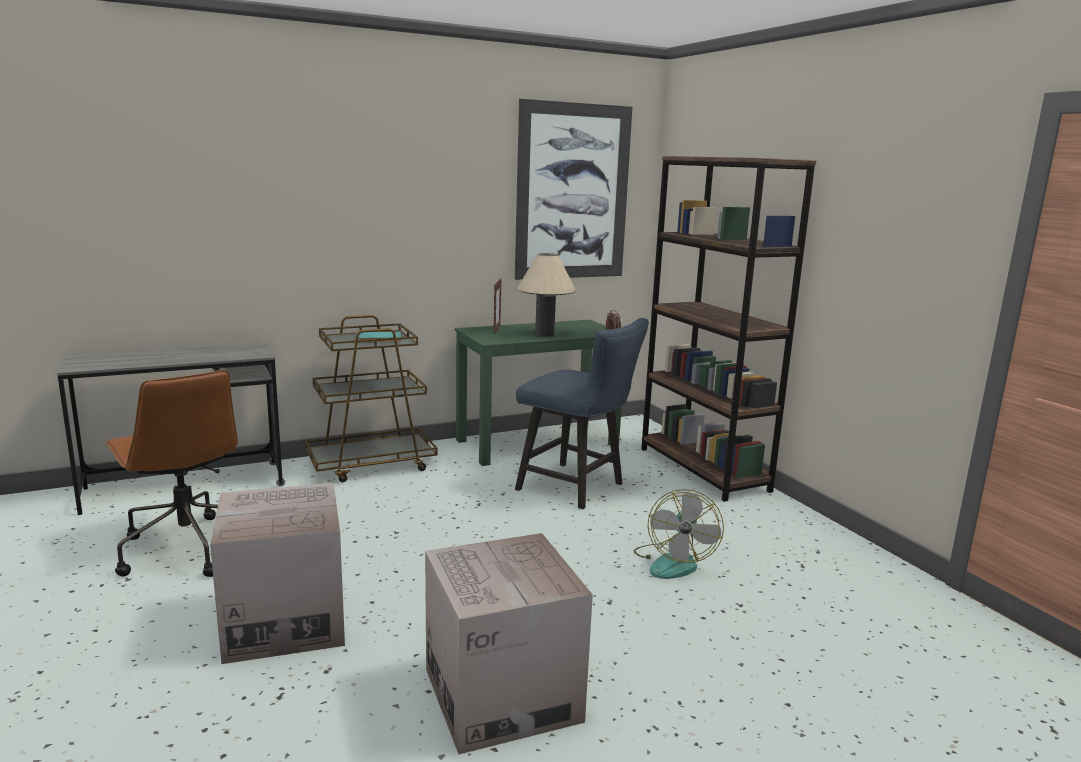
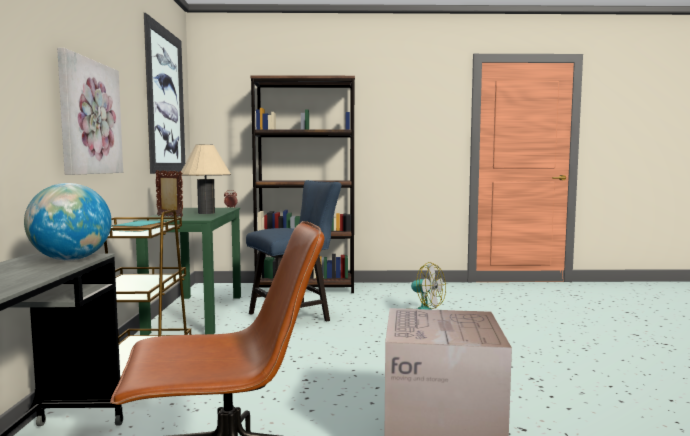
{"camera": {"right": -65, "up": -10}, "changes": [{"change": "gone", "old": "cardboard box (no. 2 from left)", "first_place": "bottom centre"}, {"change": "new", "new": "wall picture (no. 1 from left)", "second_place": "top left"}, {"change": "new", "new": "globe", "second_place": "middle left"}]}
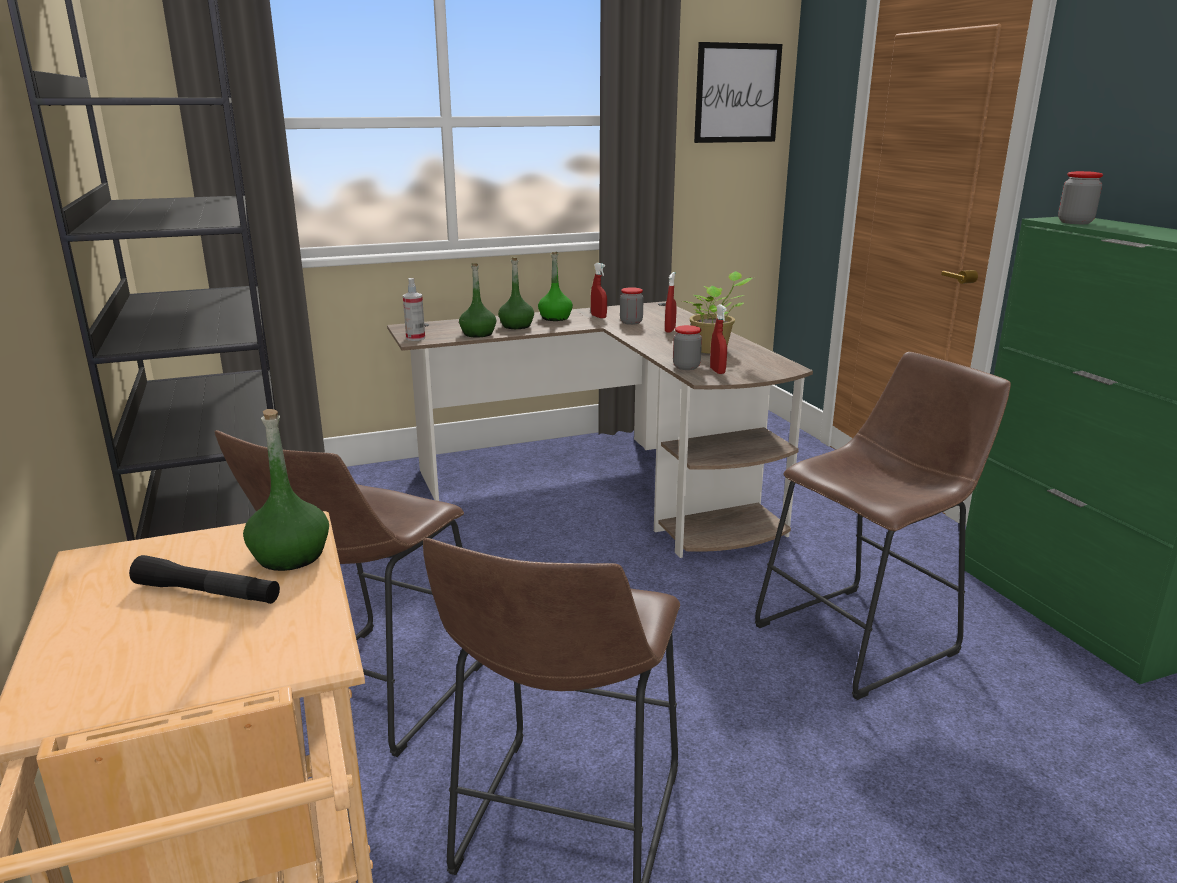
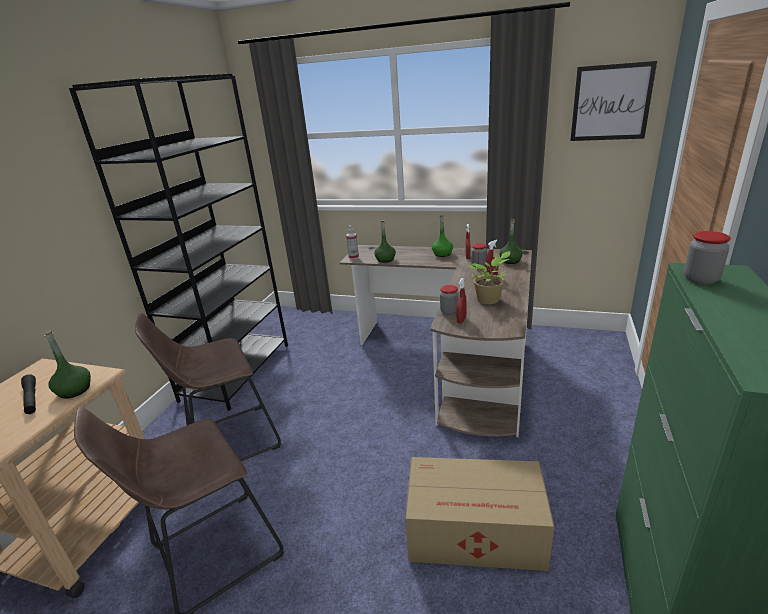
{"camera": {"right": 40, "up": 5}, "changes": [{"change": "shifted", "old": "green-coloured bottle (no. 3 from left in the first image)", "new": "green-coloured bottle (no. 4 from left)", "first_place": "top centre", "second_place": "centre"}, {"change": "swapped", "old": "brownish stool seat (no. 3 from left)", "new": "cardboard box", "first_place": "middle right", "second_place": "bottom centre"}]}
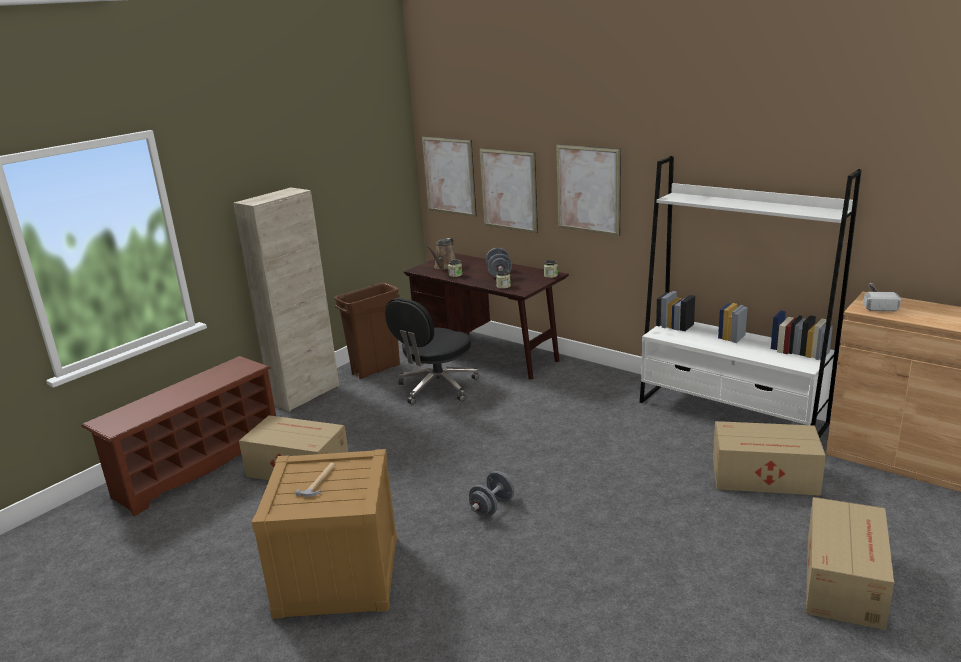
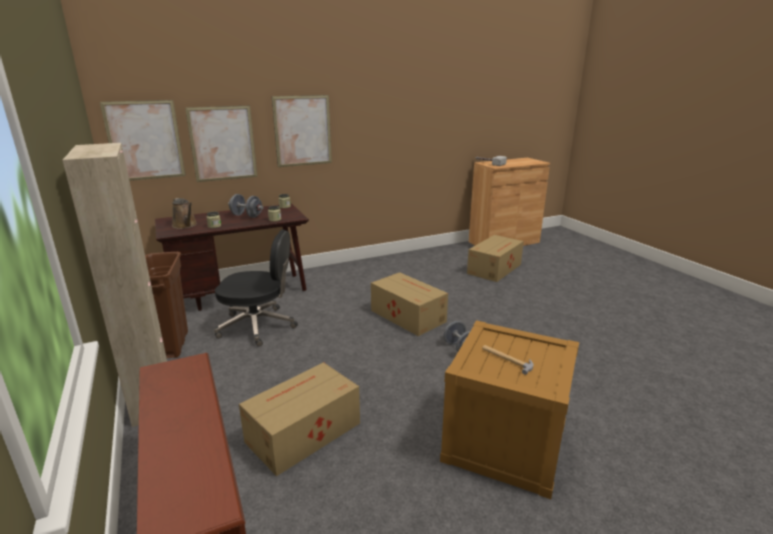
{"camera": {"right": -65, "up": 0}, "changes": [{"change": "gone", "old": "white-coloured shelving unit", "first_place": "middle right"}, {"change": "rotated", "old": "blackish office chair", "first_place": "centre", "second_place": "middle left", "degrees": -60}, {"change": "shifted", "old": "cardboard box (no. 3 from left in the first image)", "new": "cardboard box (no. 2 from left)", "first_place": "bottom right", "second_place": "centre"}]}
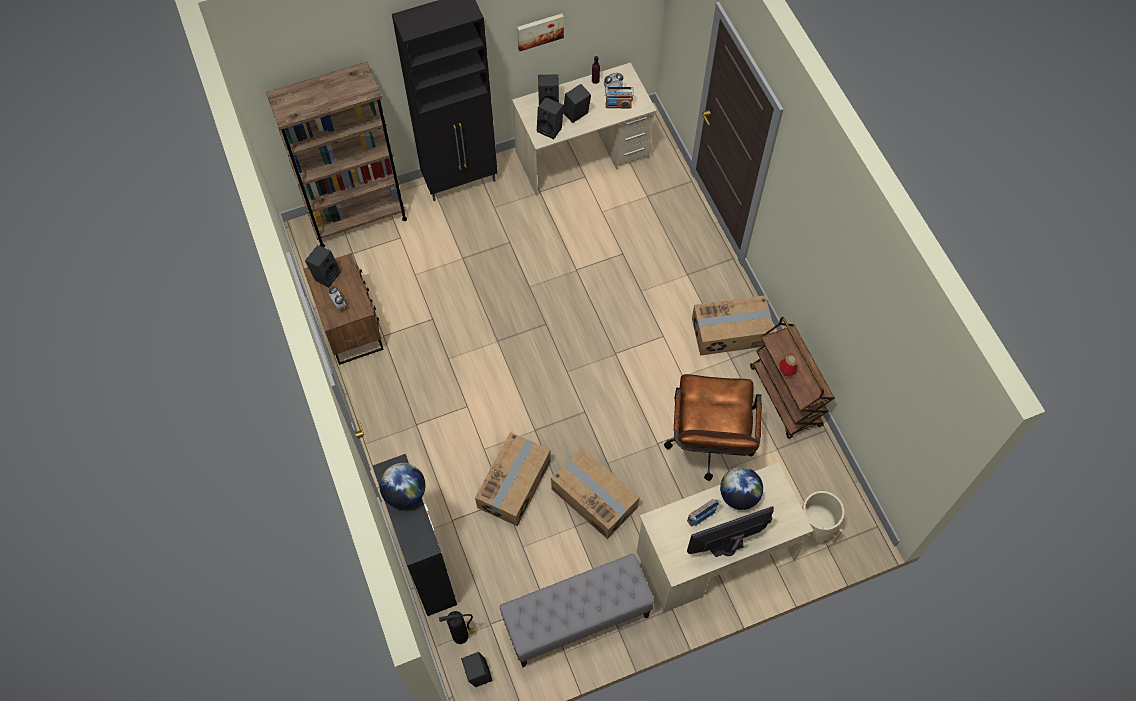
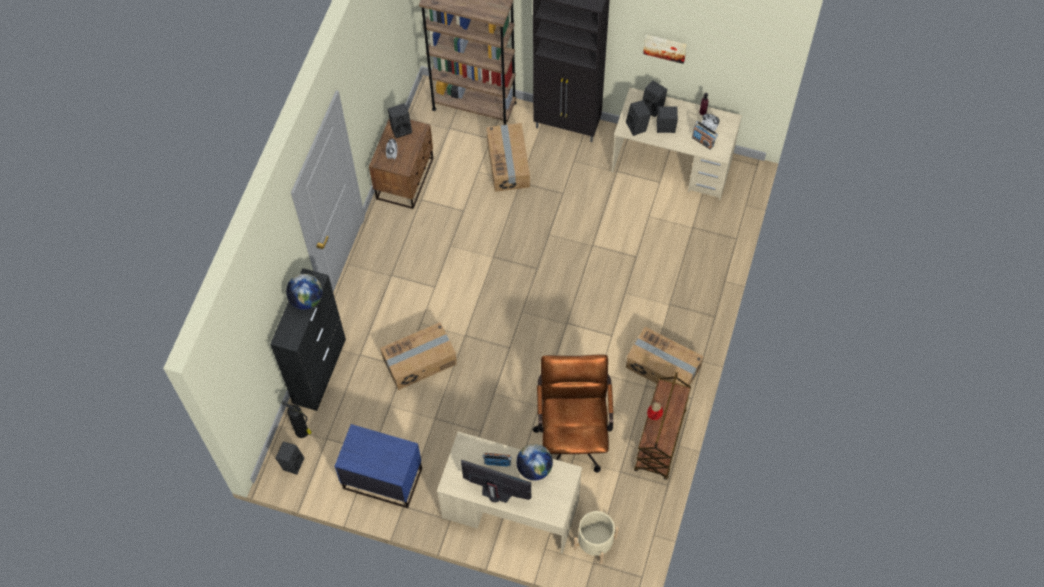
{"camera": {"right": 40, "up": 0}, "changes": [{"change": "rotated", "old": "brownish office chair", "first_place": "centre", "second_place": "bottom centre", "degrees": 135}, {"change": "shifted", "old": "cardboard box (no. 2 from left)", "first_place": "bottom centre", "second_place": "top centre"}, {"change": "swapped", "old": "grey indoor bench", "new": "blue night table", "first_place": "bottom centre", "second_place": "bottom centre"}]}
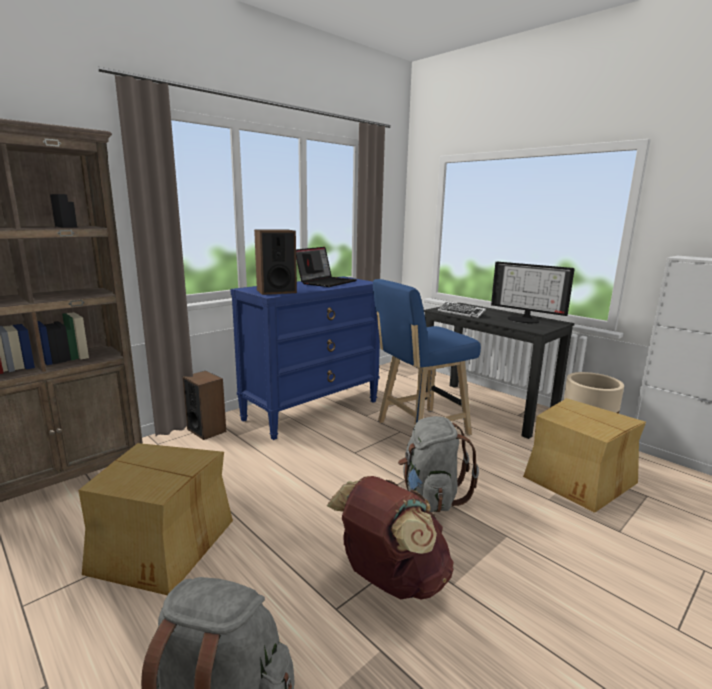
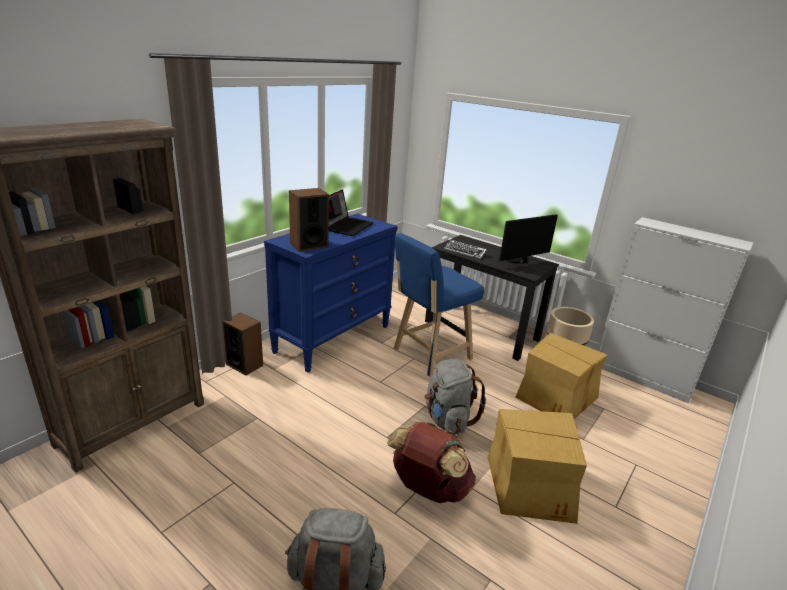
{"camera": {"right": -10, "up": 10}, "changes": [{"change": "rotated", "old": "computer screen", "first_place": "middle right", "second_place": "middle right", "degrees": 120}, {"change": "shifted", "old": "cardboard box (no. 1 from left)", "first_place": "bottom left", "second_place": "bottom right"}]}
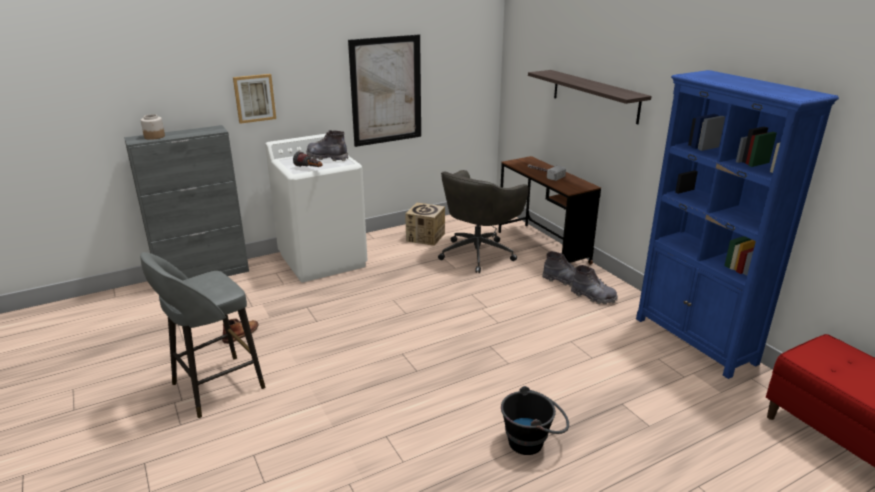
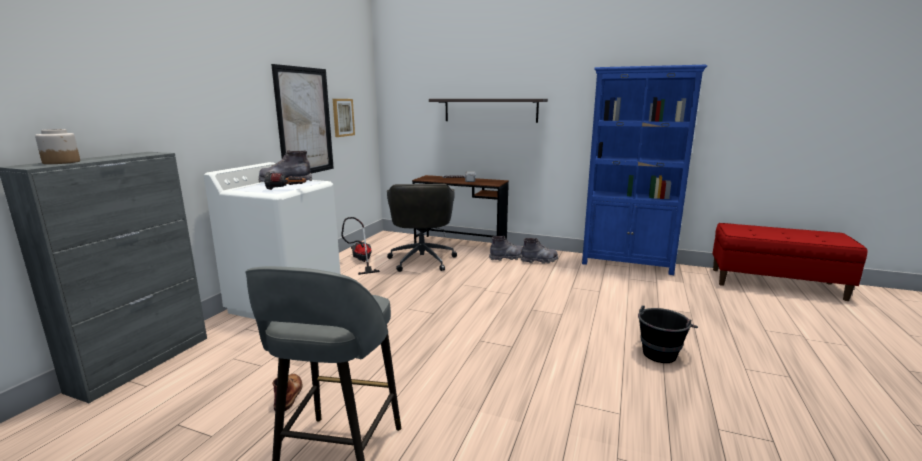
{"camera": {"right": -40, "up": -10}, "changes": [{"change": "shifted", "old": "wall picture (no. 1 from left in the first image)", "new": "wall picture (no. 2 from left)", "first_place": "top left", "second_place": "top centre"}, {"change": "swapped", "old": "cardboard box", "new": "vacuum", "first_place": "centre", "second_place": "centre"}]}
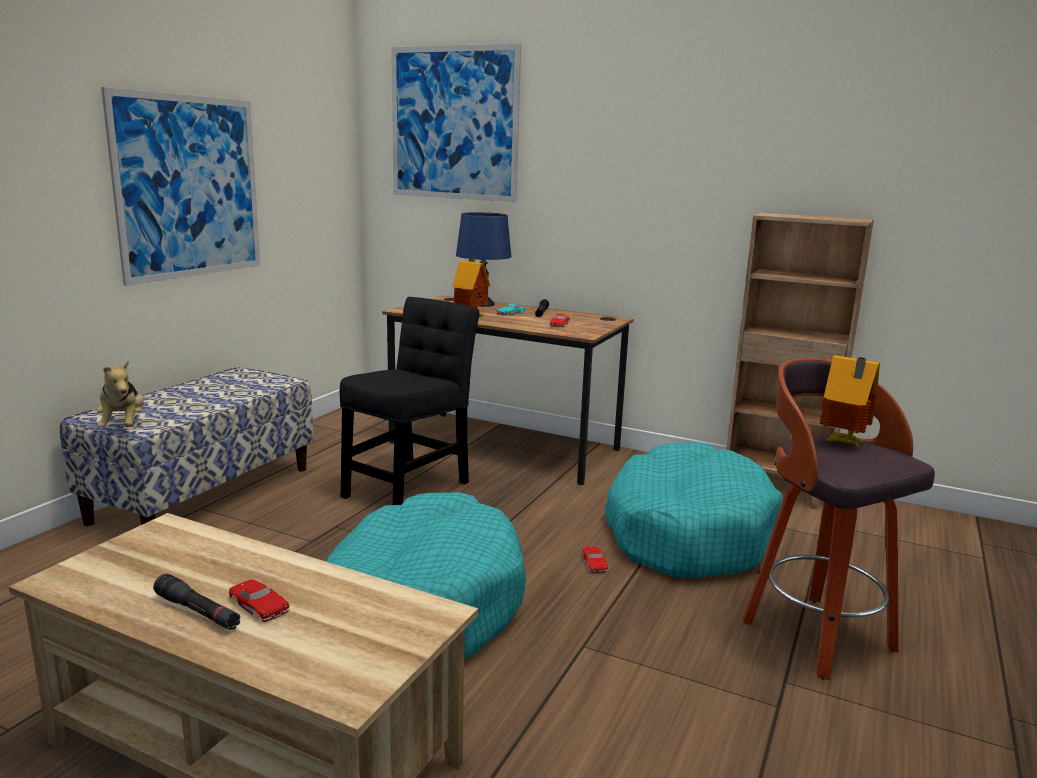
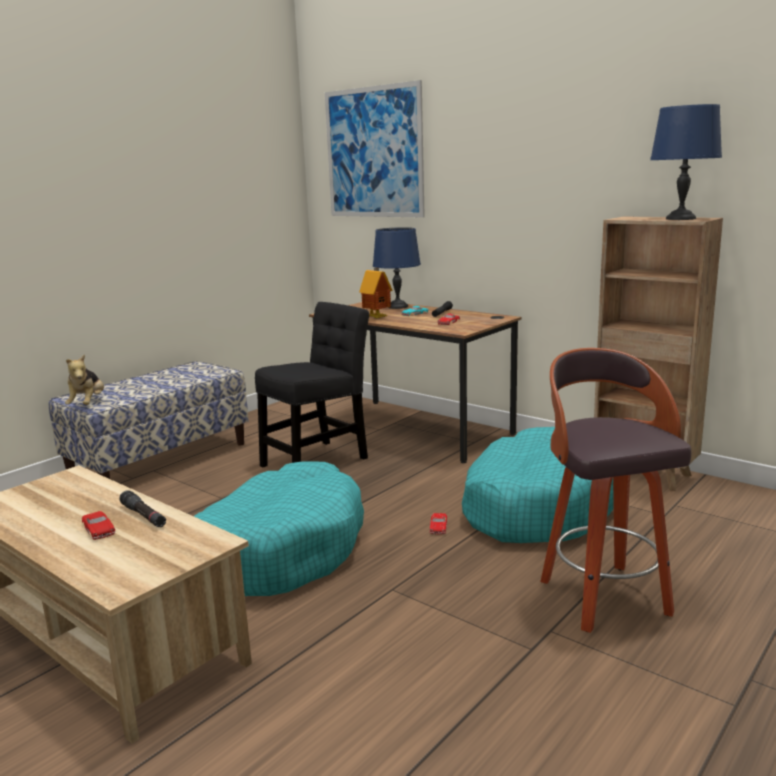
{"camera": {"right": 15, "up": 0}, "changes": [{"change": "gone", "old": "wall picture (no. 1 from left)", "first_place": "top left"}, {"change": "gone", "old": "toy house (no. 2 from left)", "first_place": "middle right"}, {"change": "shifted", "old": "blackish hand torch (no. 1 from left)", "first_place": "bottom left", "second_place": "middle left"}, {"change": "new", "new": "blue tabletop lamp (no. 2 from left)", "second_place": "top right"}]}
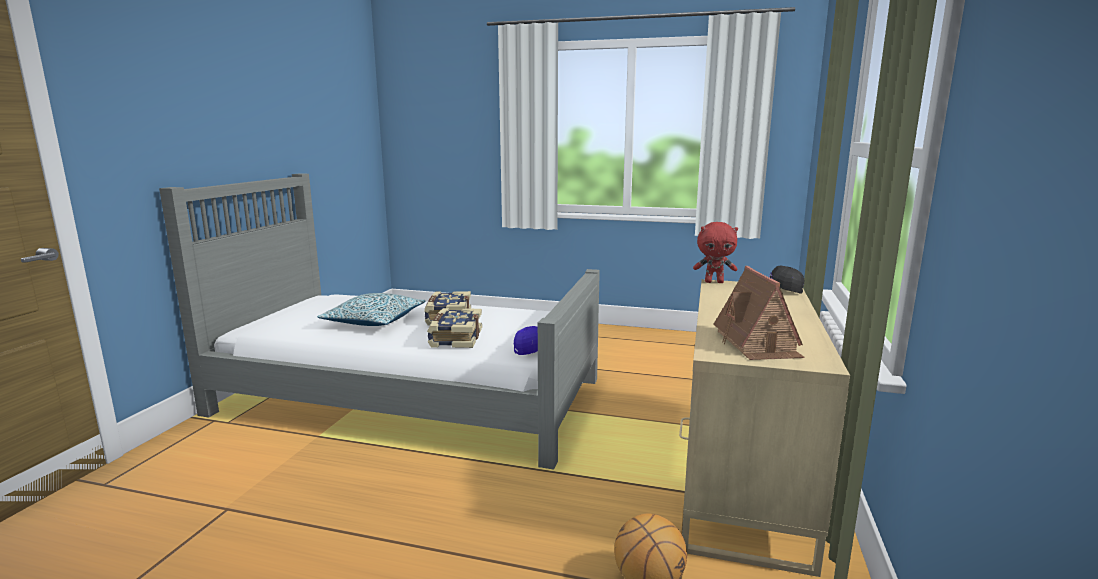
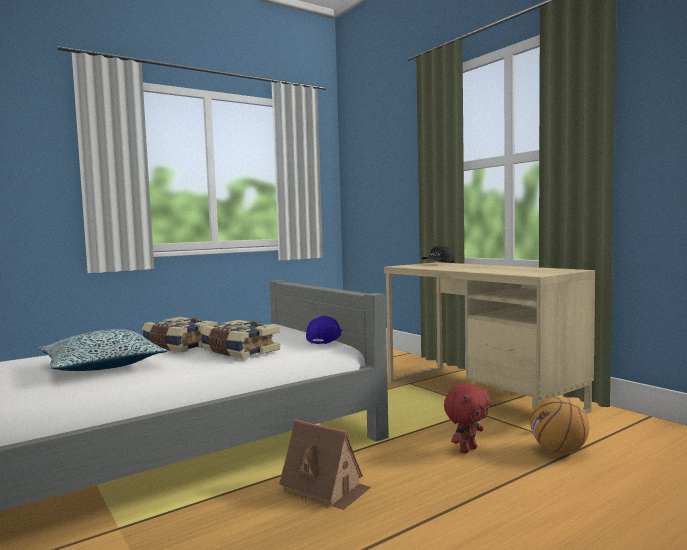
{"camera": {"right": -50, "up": -10}, "changes": [{"change": "shifted", "old": "red-coloured soft toy", "first_place": "centre", "second_place": "bottom right"}, {"change": "shifted", "old": "toy house", "first_place": "middle right", "second_place": "bottom centre"}]}
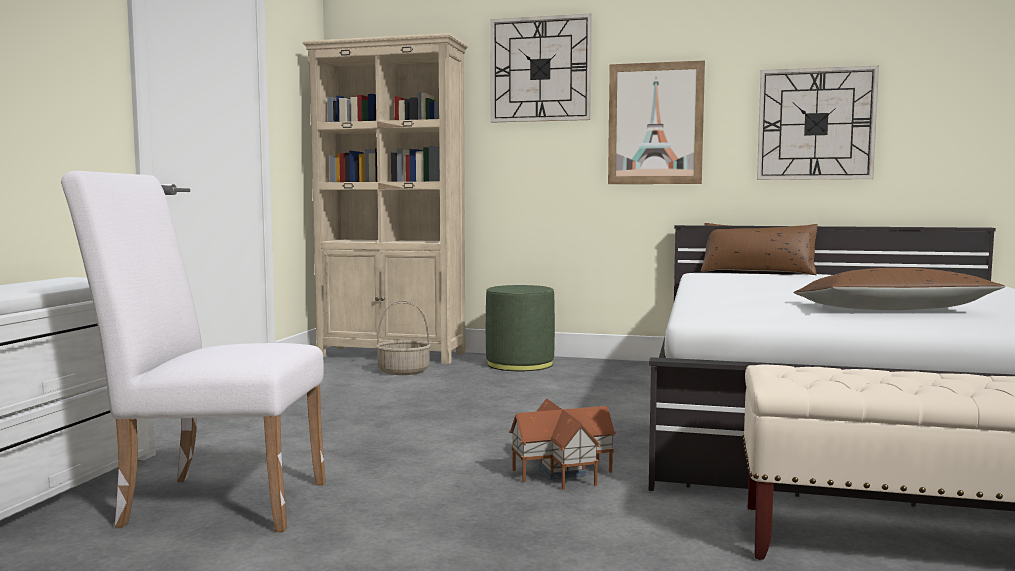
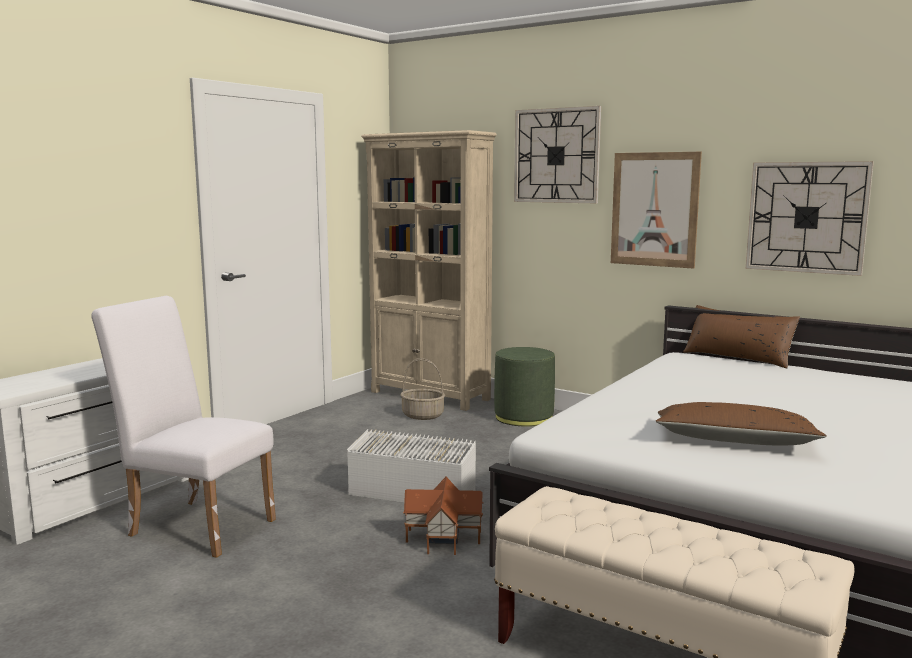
{"camera": {"right": 20, "up": 5}, "changes": [{"change": "new", "new": "white-coloured storage box", "second_place": "bottom centre"}]}
